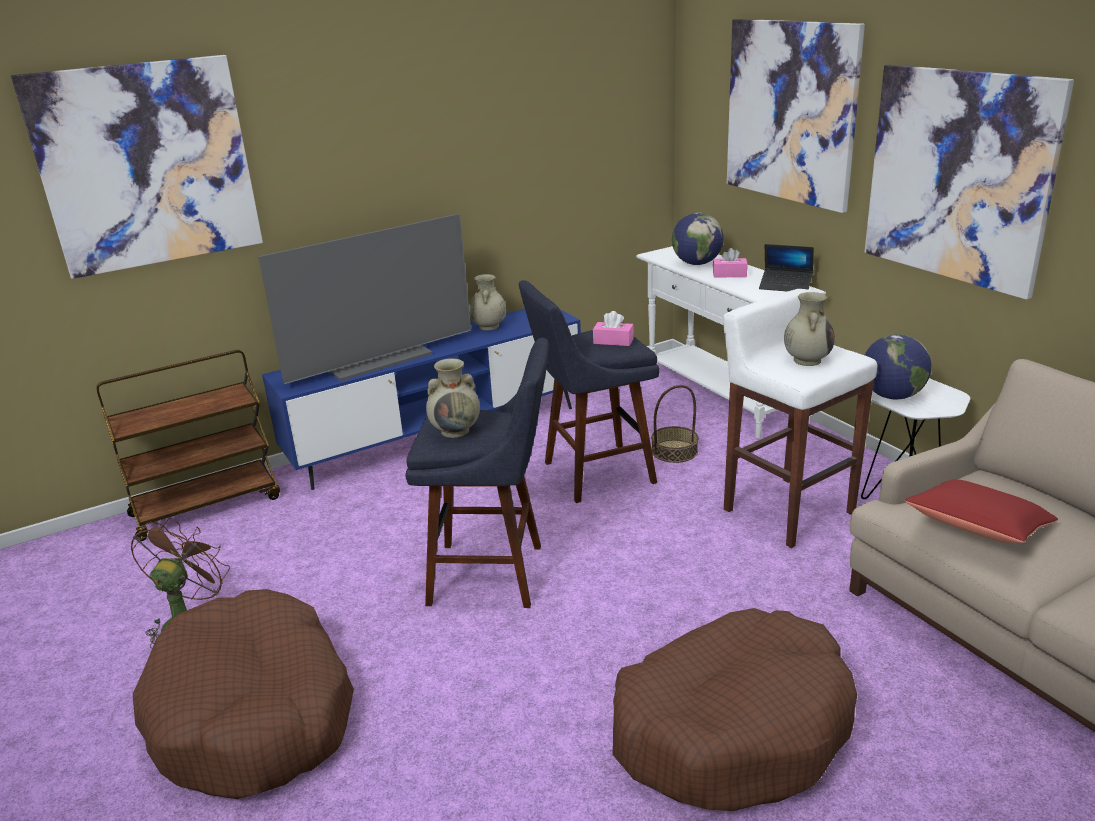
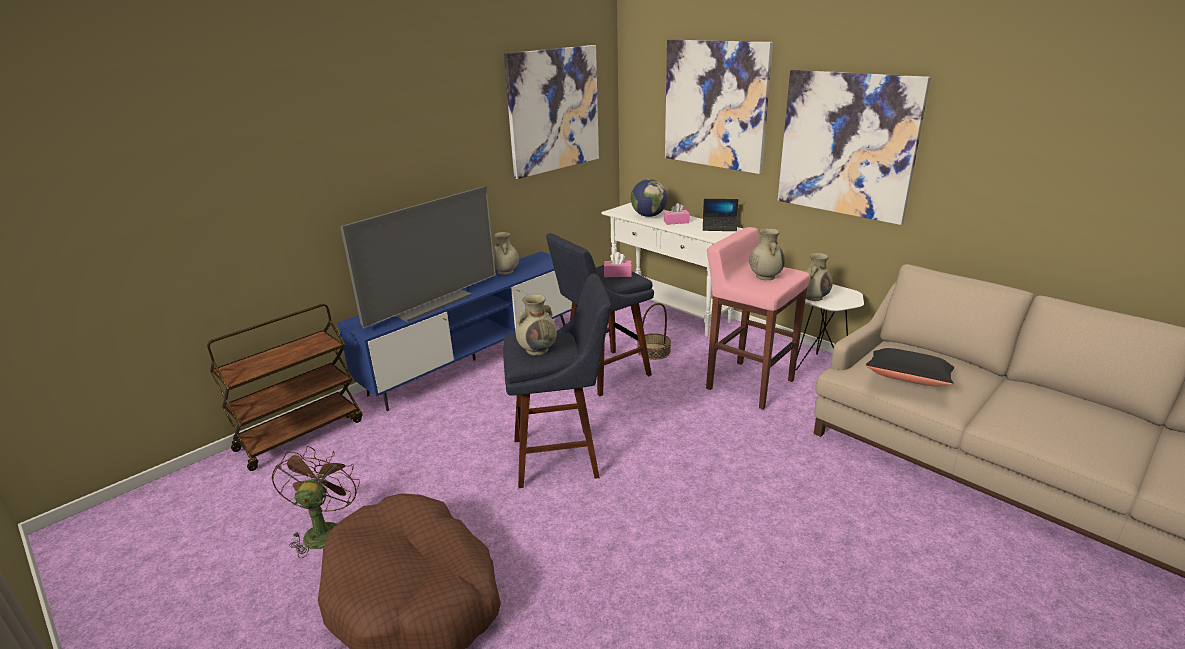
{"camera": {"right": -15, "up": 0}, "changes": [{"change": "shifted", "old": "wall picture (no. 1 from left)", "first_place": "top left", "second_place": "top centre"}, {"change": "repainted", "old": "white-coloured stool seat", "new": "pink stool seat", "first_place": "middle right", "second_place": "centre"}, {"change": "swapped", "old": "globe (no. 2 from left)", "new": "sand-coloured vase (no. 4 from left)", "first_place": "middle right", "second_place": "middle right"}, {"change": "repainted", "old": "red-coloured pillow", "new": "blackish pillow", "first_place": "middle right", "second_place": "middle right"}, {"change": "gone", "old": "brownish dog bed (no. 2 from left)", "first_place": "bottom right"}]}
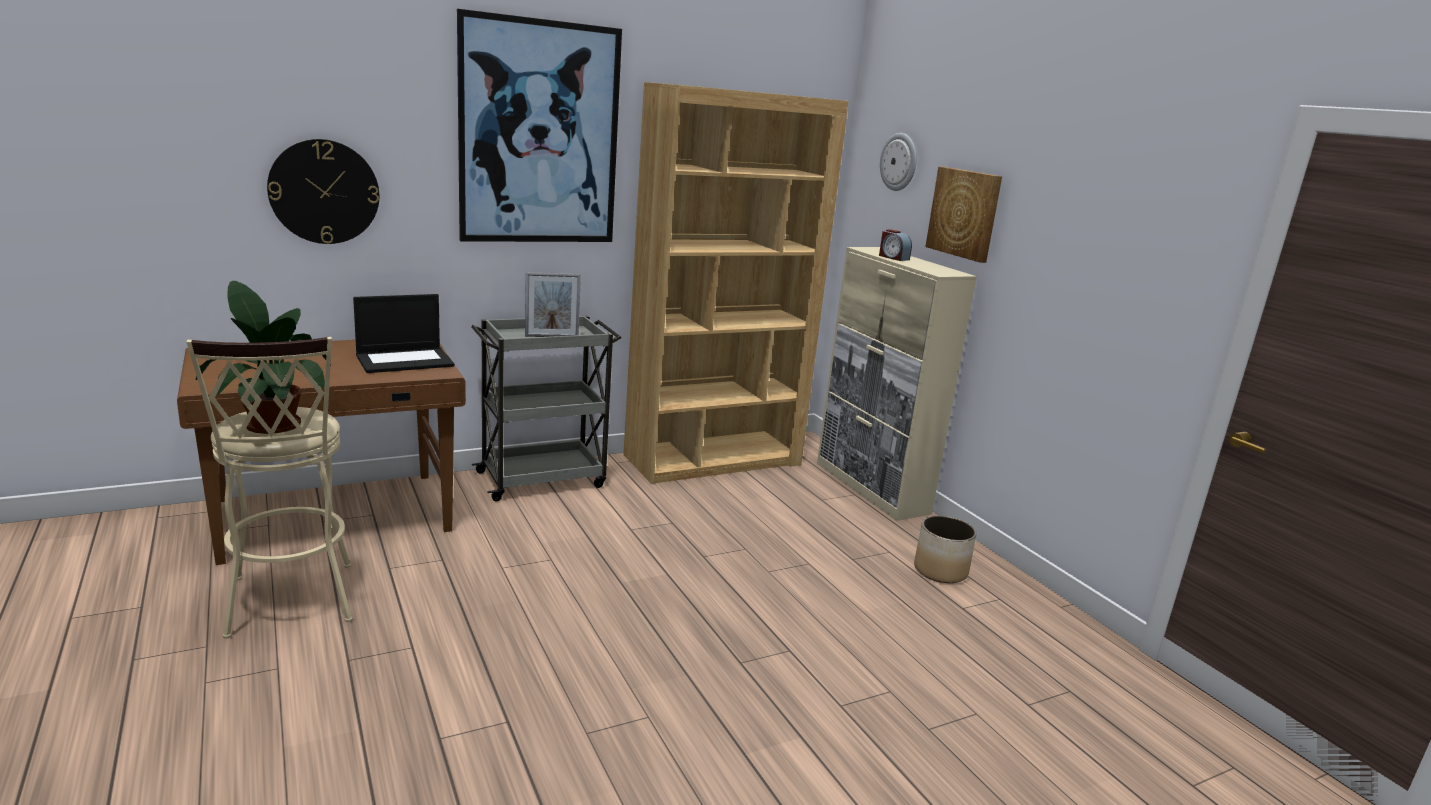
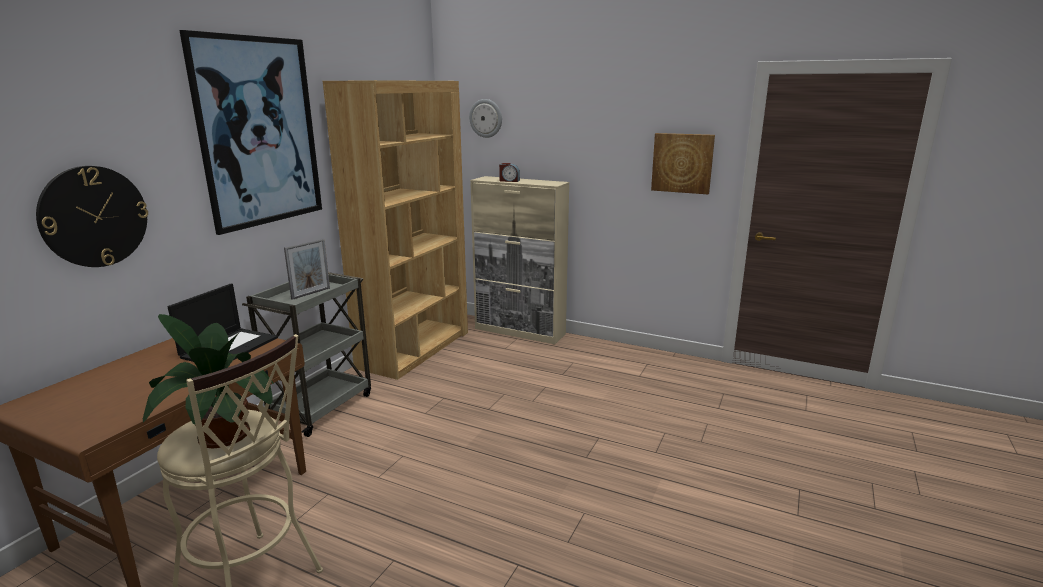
{"camera": {"right": -35, "up": 0}, "changes": [{"change": "shifted", "old": "wall picture (no. 2 from left)", "first_place": "top right", "second_place": "top centre"}, {"change": "gone", "old": "planter", "first_place": "bottom centre"}]}
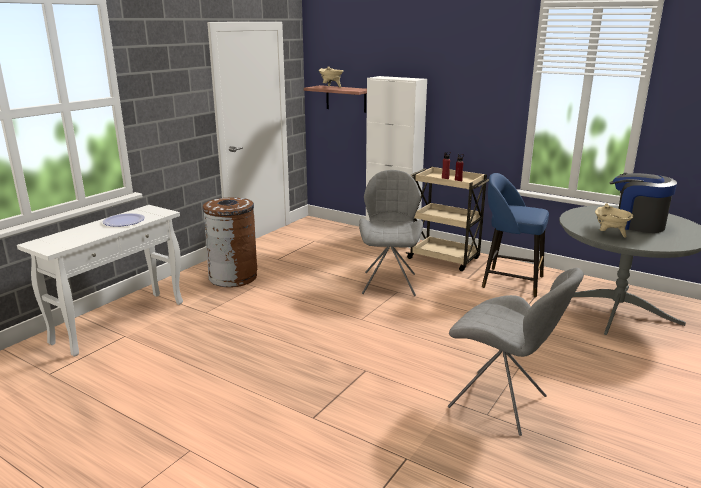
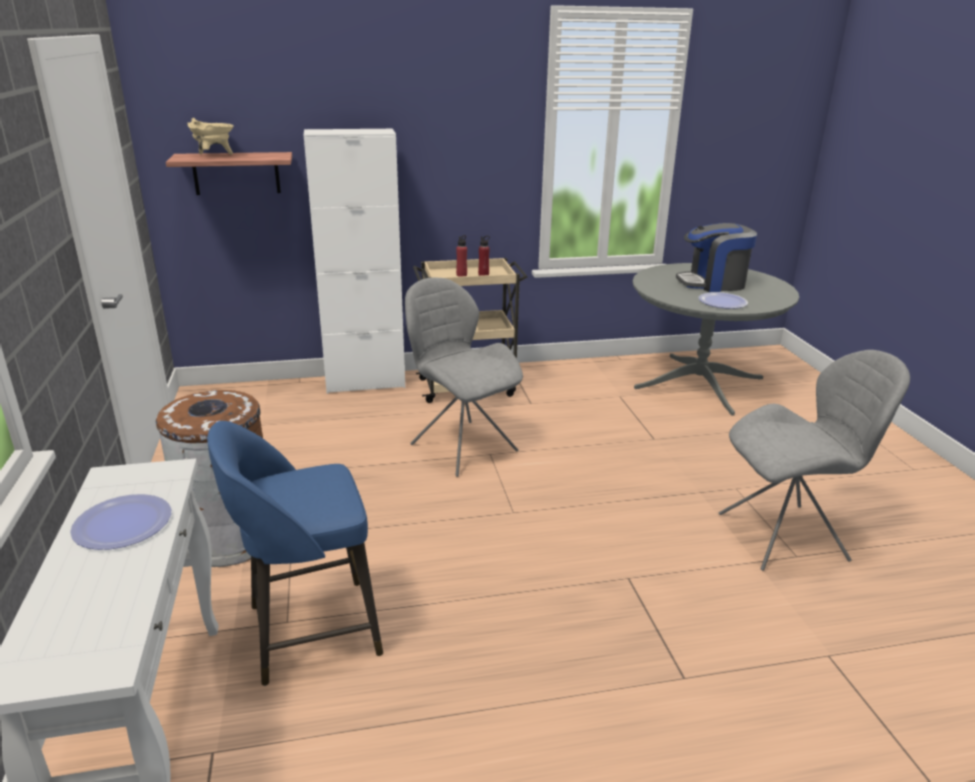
{"camera": {"right": -45, "up": 5}, "changes": [{"change": "shifted", "old": "blue stool seat", "first_place": "middle right", "second_place": "bottom left"}, {"change": "swapped", "old": "sand-coloured cooking pot (no. 2 from left)", "new": "plate (no. 2 from left)", "first_place": "middle right", "second_place": "middle right"}]}
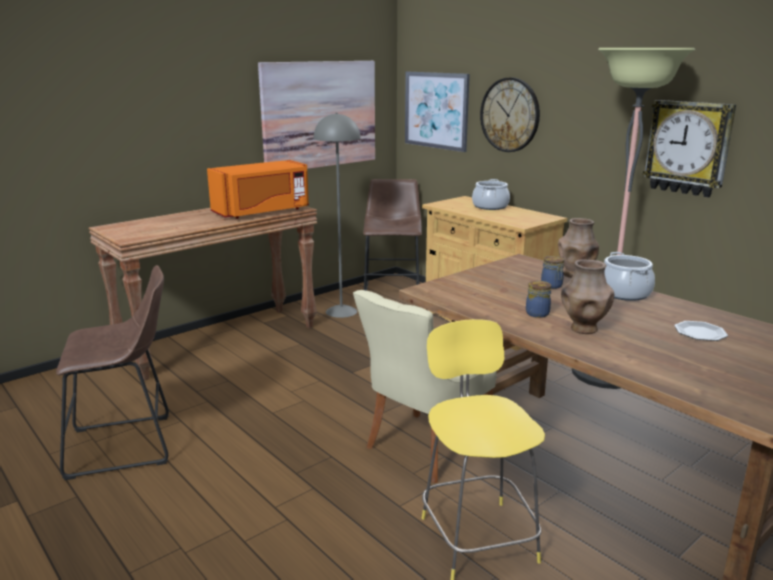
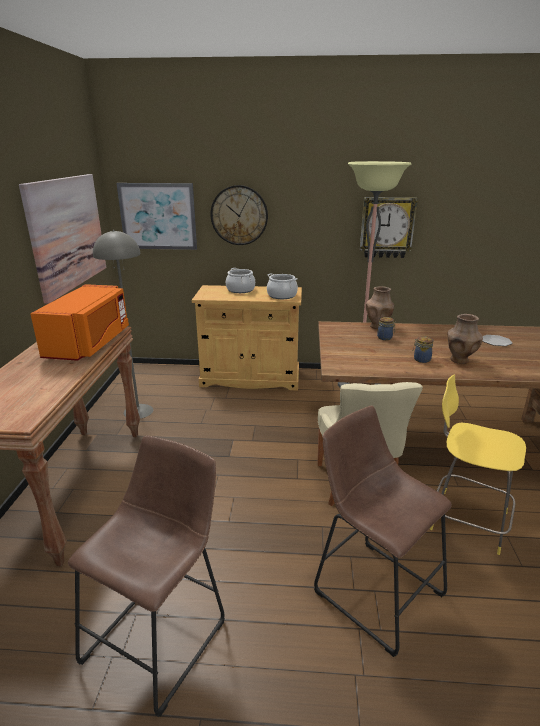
{"camera": {"right": -45, "up": 5}, "changes": [{"change": "shifted", "old": "brownish stool seat (no. 2 from left)", "first_place": "centre", "second_place": "bottom right"}, {"change": "shifted", "old": "cooking pot (no. 2 from left)", "first_place": "middle right", "second_place": "centre"}]}
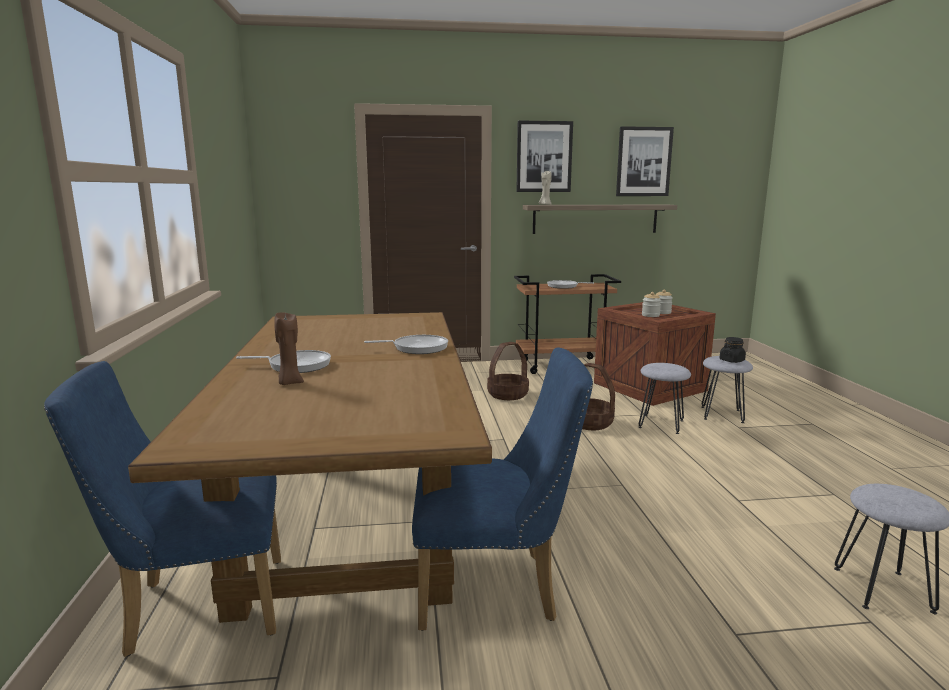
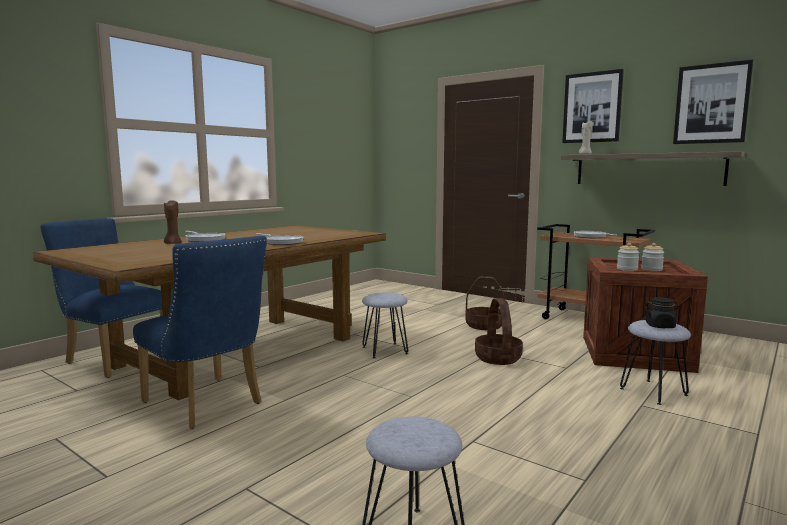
{"camera": {"right": 45, "up": -5}, "changes": [{"change": "shifted", "old": "grey stool seat (no. 1 from left)", "first_place": "middle right", "second_place": "centre"}]}
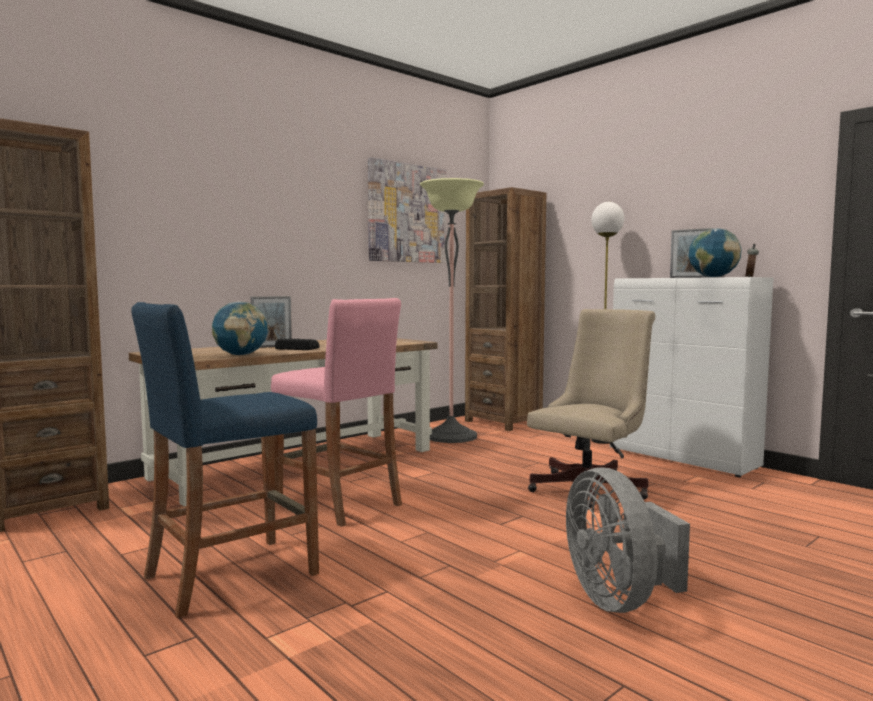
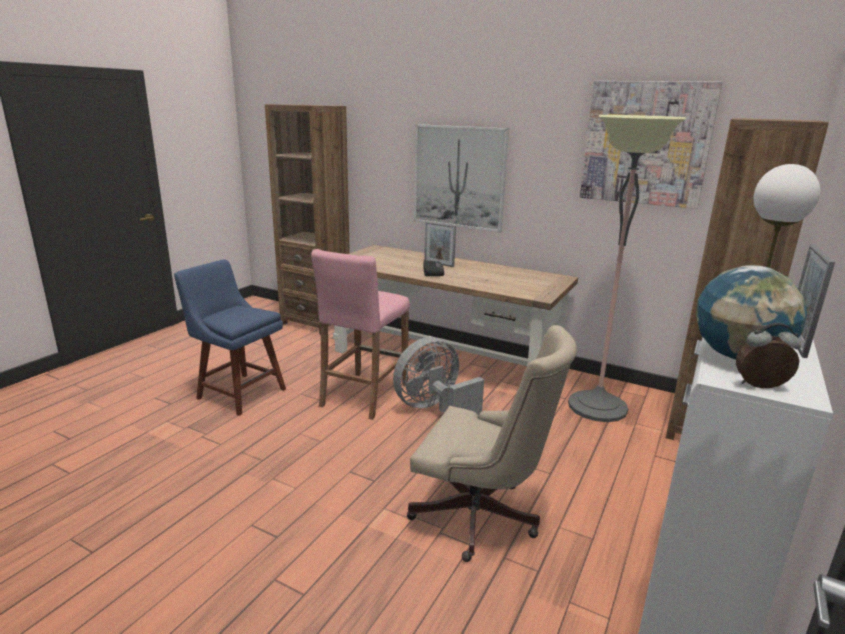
{"camera": {"right": 70, "up": 15}, "changes": [{"change": "gone", "old": "globe (no. 1 from left)", "first_place": "middle left"}, {"change": "swapped", "old": "blue stool seat", "new": "blue plain chair", "first_place": "middle left", "second_place": "middle left"}, {"change": "shifted", "old": "grey fan", "first_place": "bottom right", "second_place": "centre"}, {"change": "new", "new": "wall picture (no. 1 from left)", "second_place": "top centre"}]}
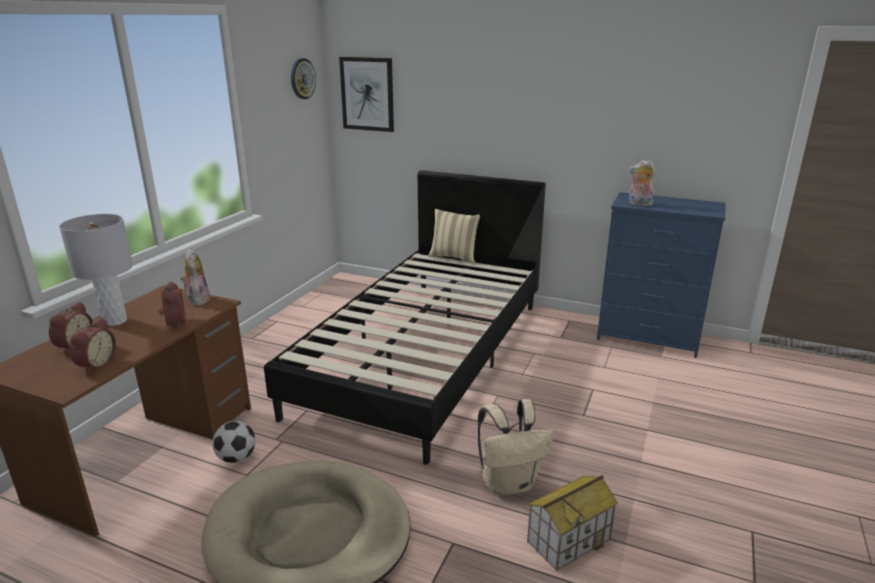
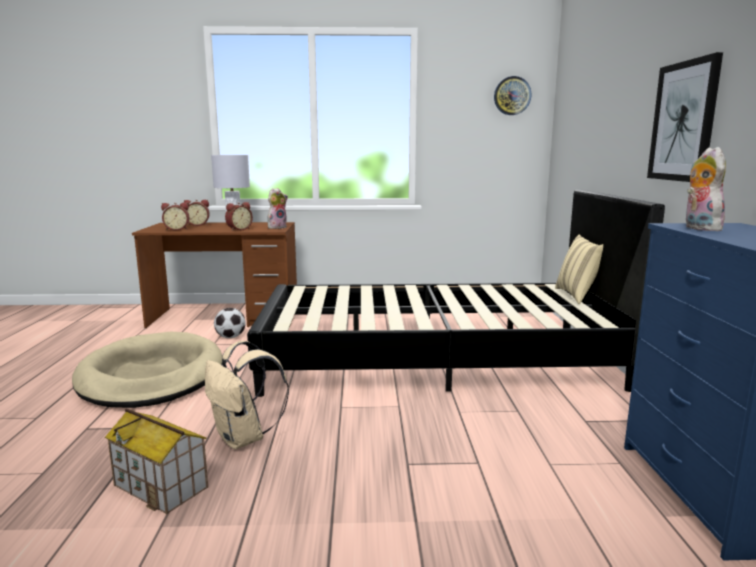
{"camera": {"right": 65, "up": -10}, "changes": [{"change": "shifted", "old": "wall picture", "first_place": "top centre", "second_place": "top right"}]}
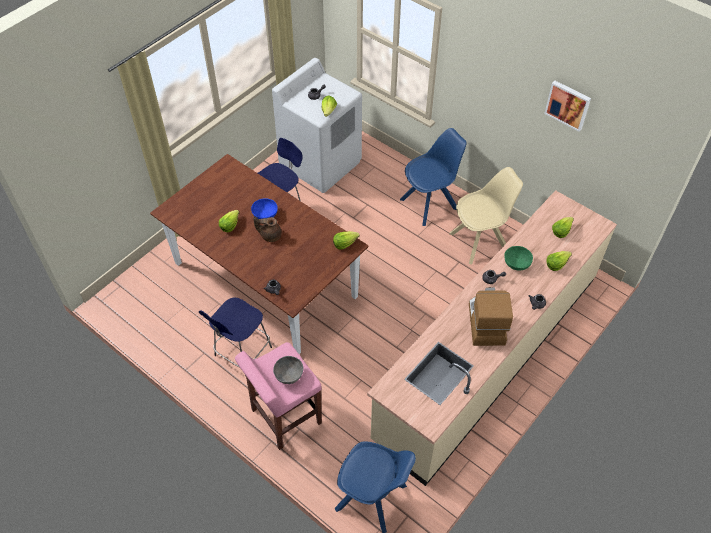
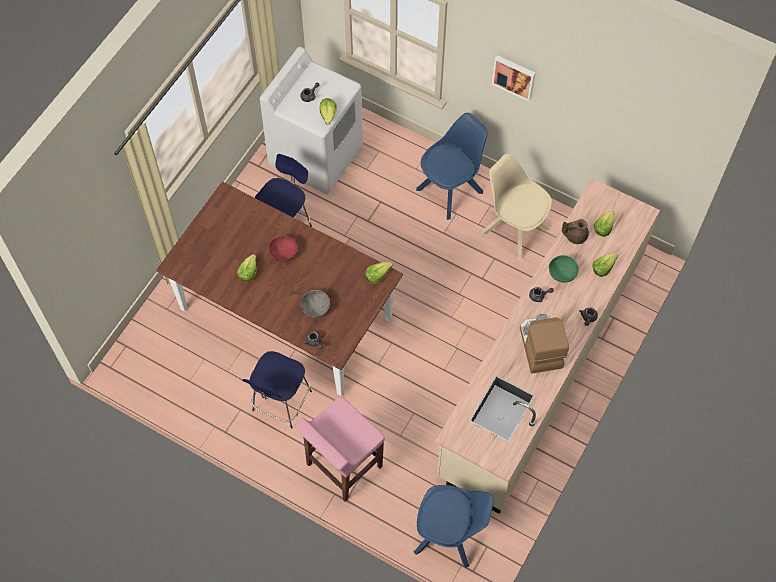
{"camera": {"right": -10, "up": 10}, "changes": [{"change": "shifted", "old": "wall picture", "first_place": "top right", "second_place": "top centre"}, {"change": "rotated", "old": "sand-coloured plain chair", "first_place": "middle right", "second_place": "centre", "degrees": -105}, {"change": "repainted", "old": "blue deep dish", "new": "red-coloured deep dish", "first_place": "centre", "second_place": "centre"}, {"change": "shifted", "old": "brownish tea pot", "first_place": "centre", "second_place": "middle right"}, {"change": "shifted", "old": "grey deep dish", "first_place": "bottom centre", "second_place": "centre"}]}
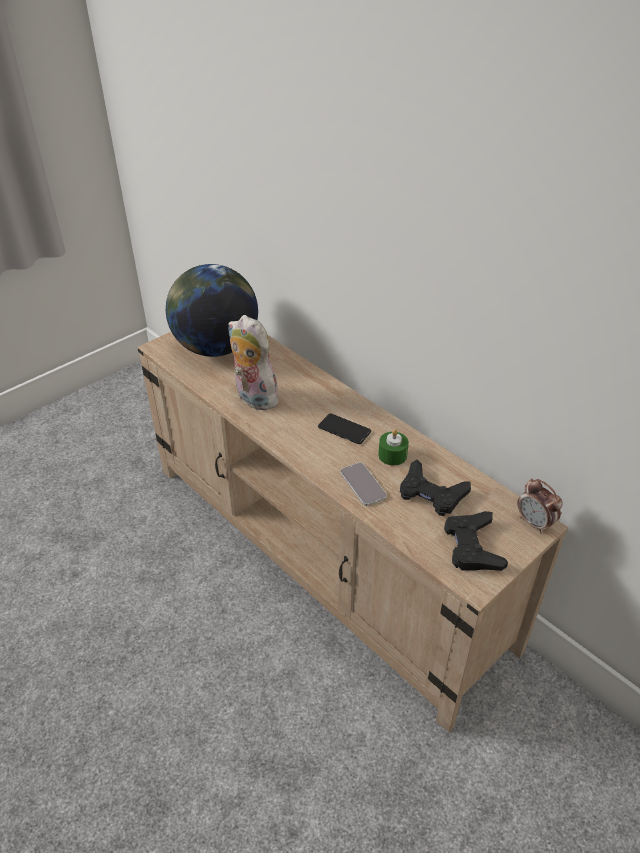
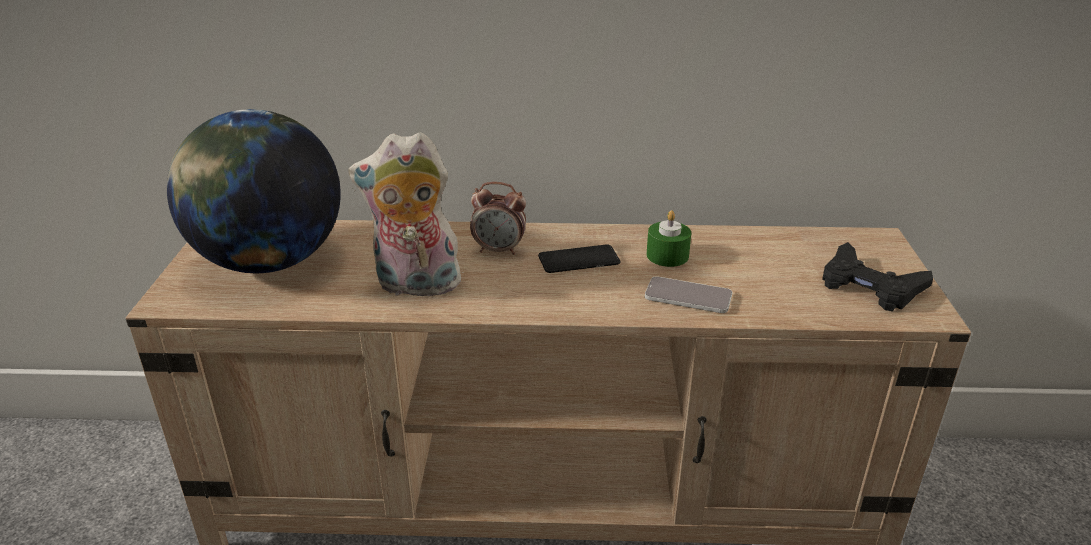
{"camera": {"right": -45, "up": -10}, "changes": [{"change": "gone", "old": "blackish game controller (no. 1 from left)", "first_place": "middle right"}, {"change": "shifted", "old": "table clock", "first_place": "middle right", "second_place": "centre"}]}
